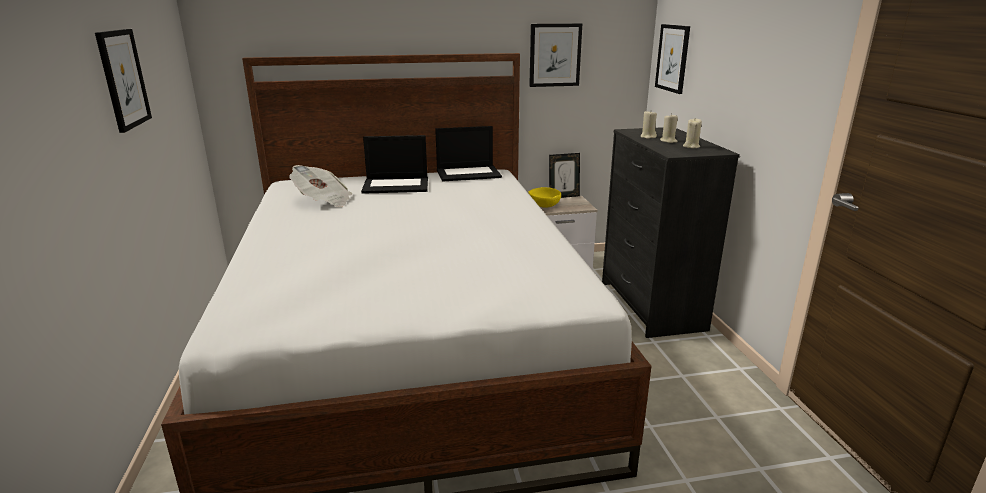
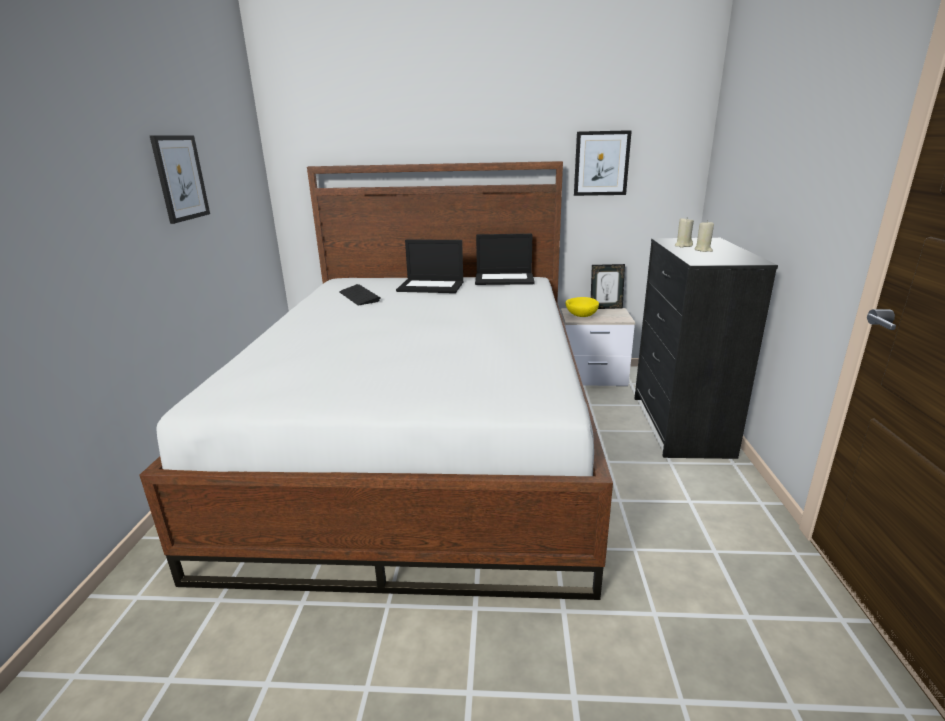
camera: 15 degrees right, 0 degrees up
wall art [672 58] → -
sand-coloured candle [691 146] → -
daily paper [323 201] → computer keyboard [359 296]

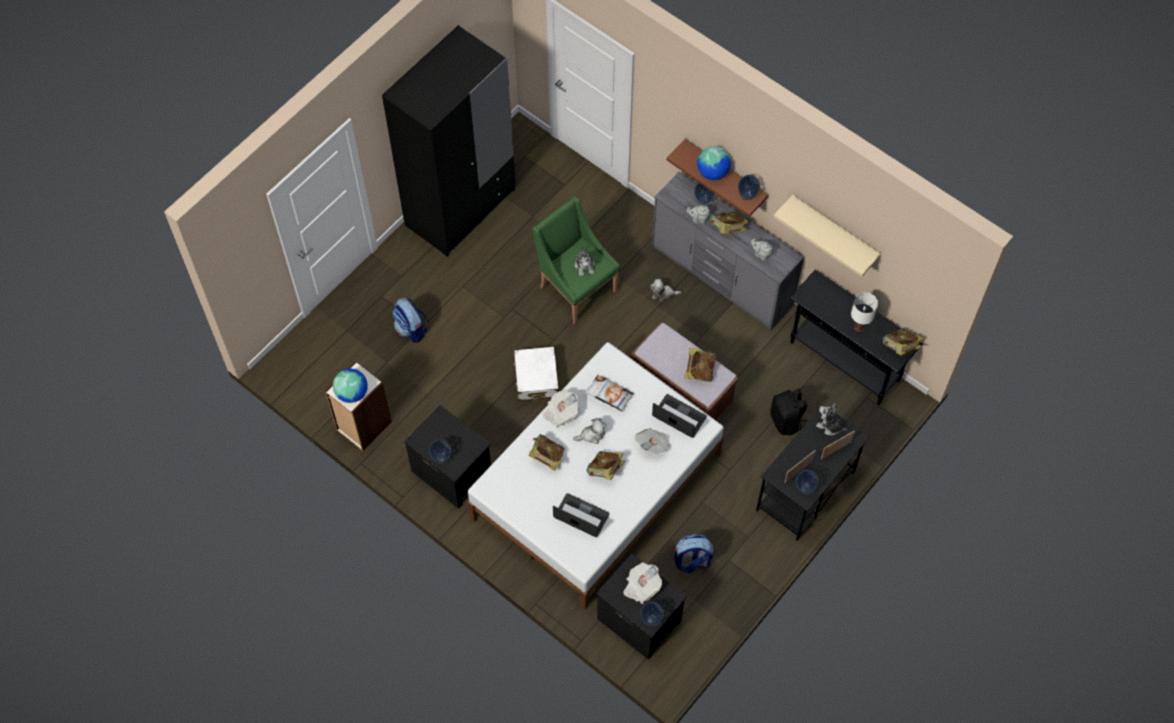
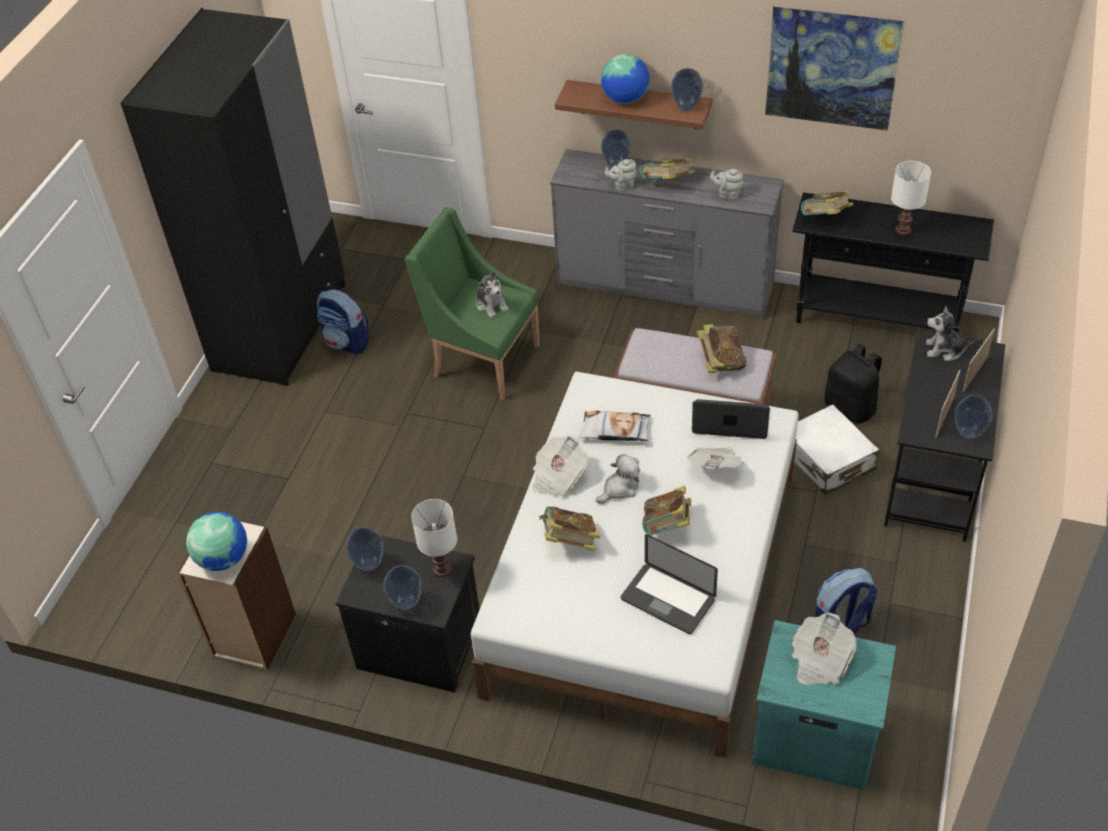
camera: 20 degrees left, 15 degrees down
plush toy [663 294] → -
- → white tabletop lamp [441 568]
backpack [411 329] → backpack [347 342], shifted
white piece of luggage [536 379] → white piece of luggage [828 460], shifted
decorative vase [651 620] → decorative vase [369 565], shifted
bound book [900 348] → bound book [825 218], shifted
sand-coloured bracket shelf [834 231] → wall art [828 96]
black-coloured bedside table [638 618] → blue-green bedside table [813 736]
laptop [581 516] → laptop [667 599], 150 degrees counterclockwise

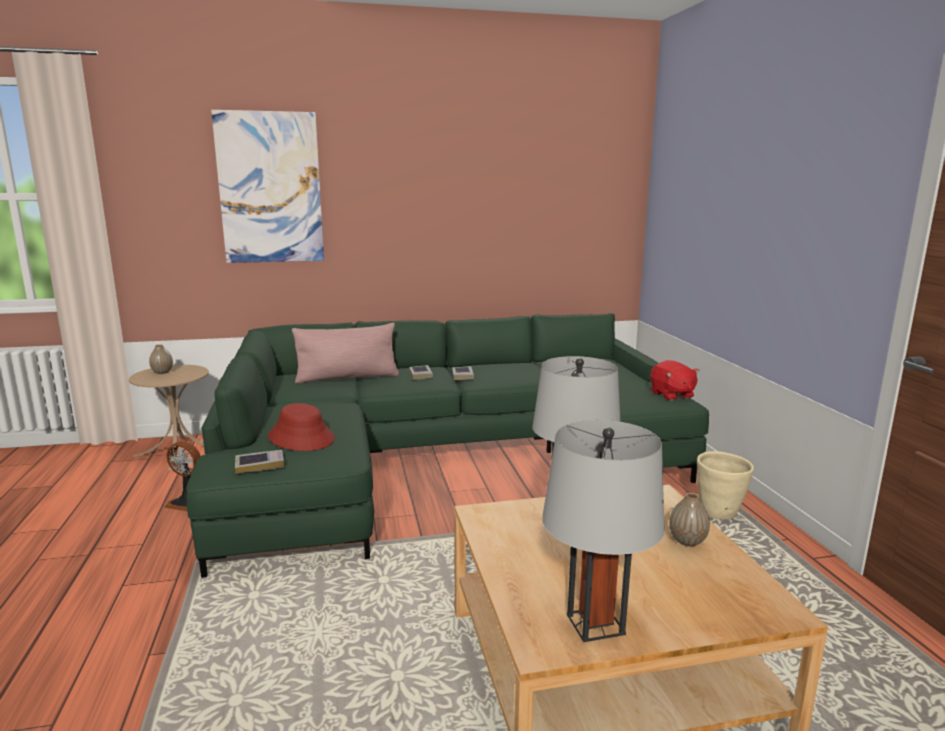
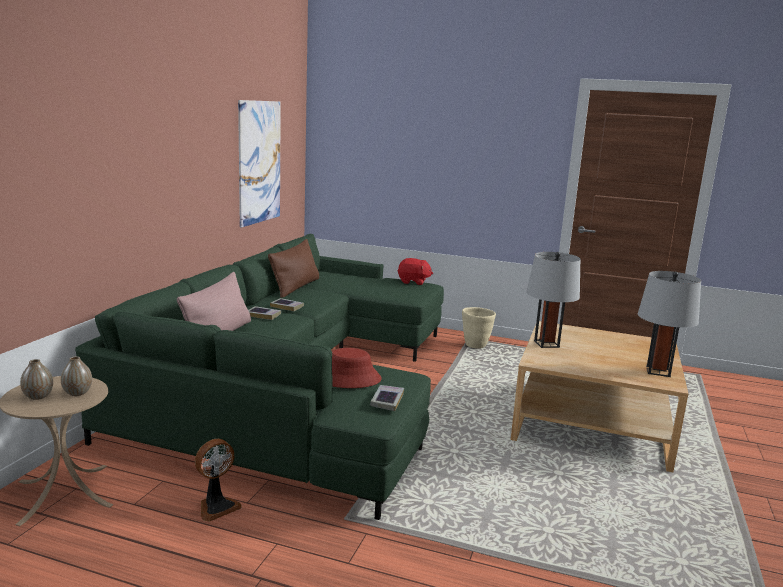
camera: 60 degrees left, 0 degrees up
- → brown pillow [296 287]
wall art [270 188] → wall art [259 162], shifted
decorative vase [687 541] → decorative vase [77 393], shifted

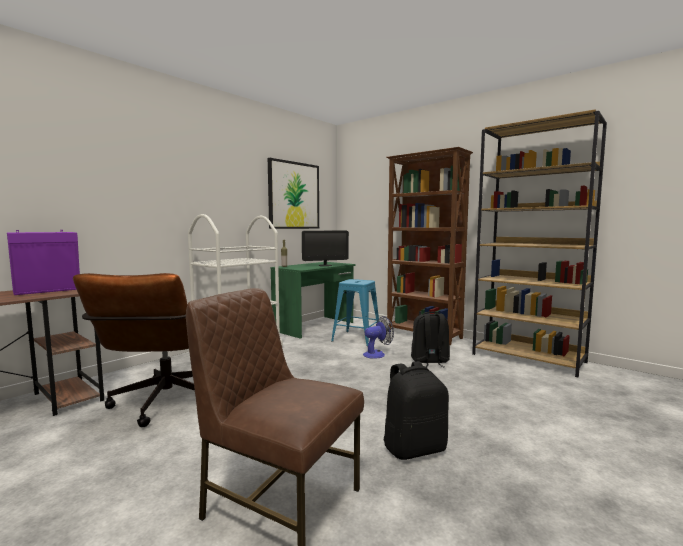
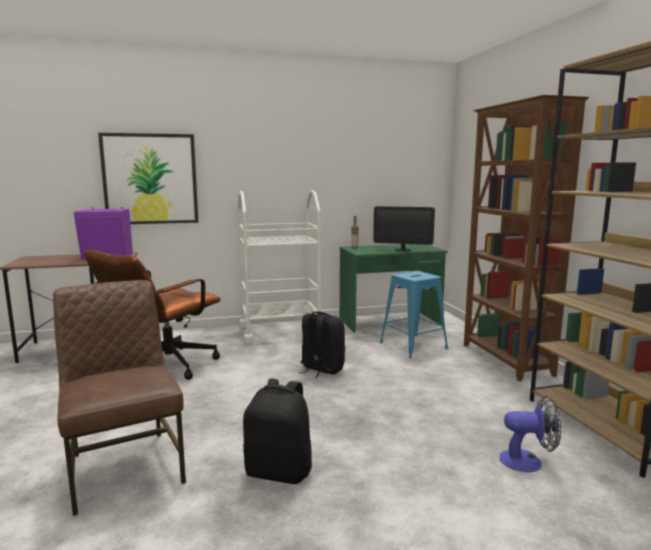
camera: 35 degrees right, 5 degrees up
wall art [294 195] → wall art [150 179], shifted
electric fan [377 354] → electric fan [528 461], shifted
black-coloured backpack [429 361] → black-coloured backpack [321 369], shifted

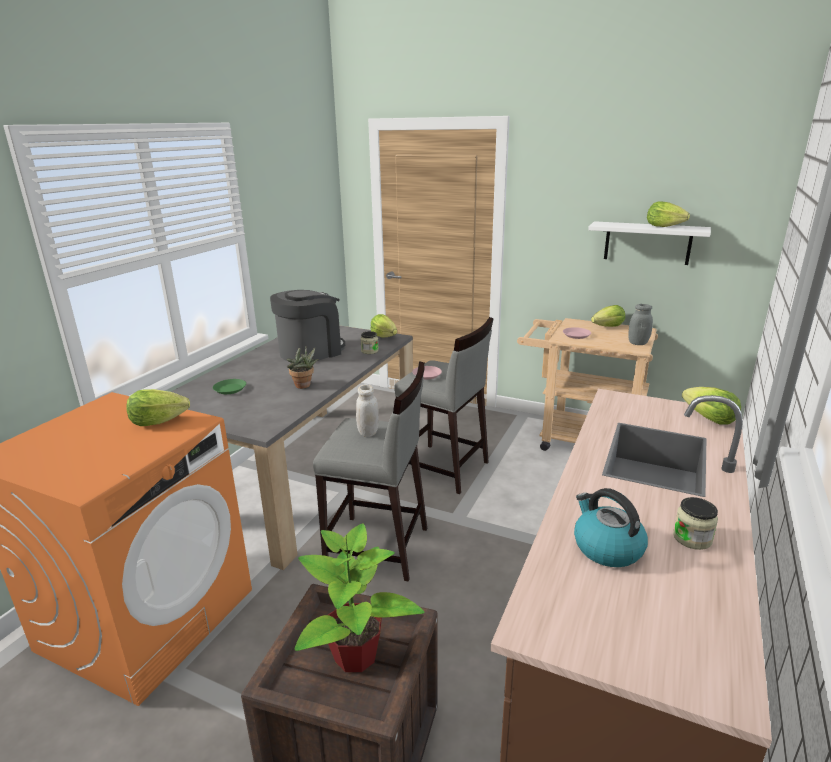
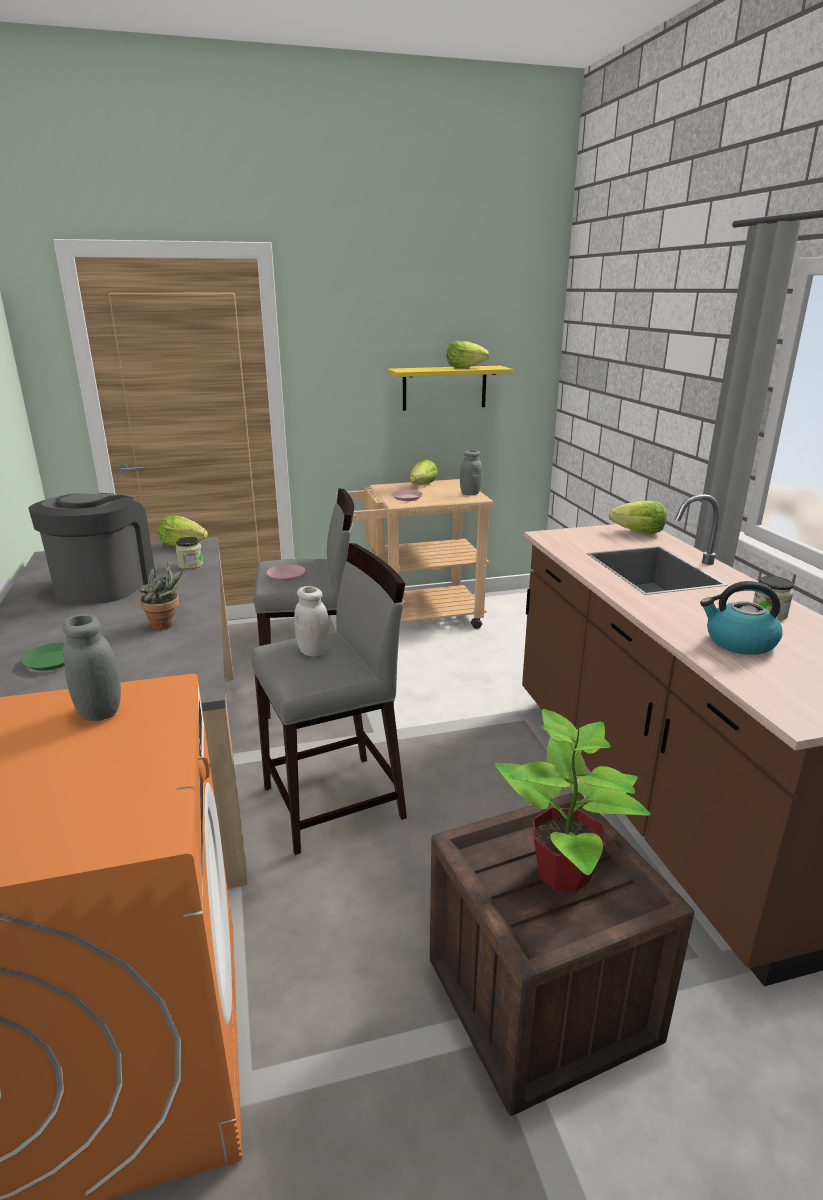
camera: 40 degrees left, 0 degrees up
lettuce head [158 422] → gray preserve jar [100 711]
white bracket shelf [647 243] → yellow bracket shelf [444 388]

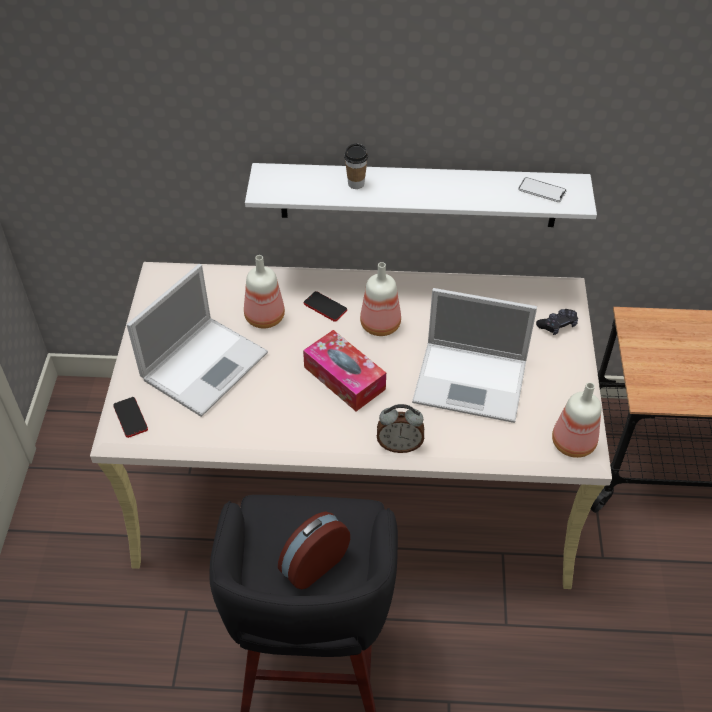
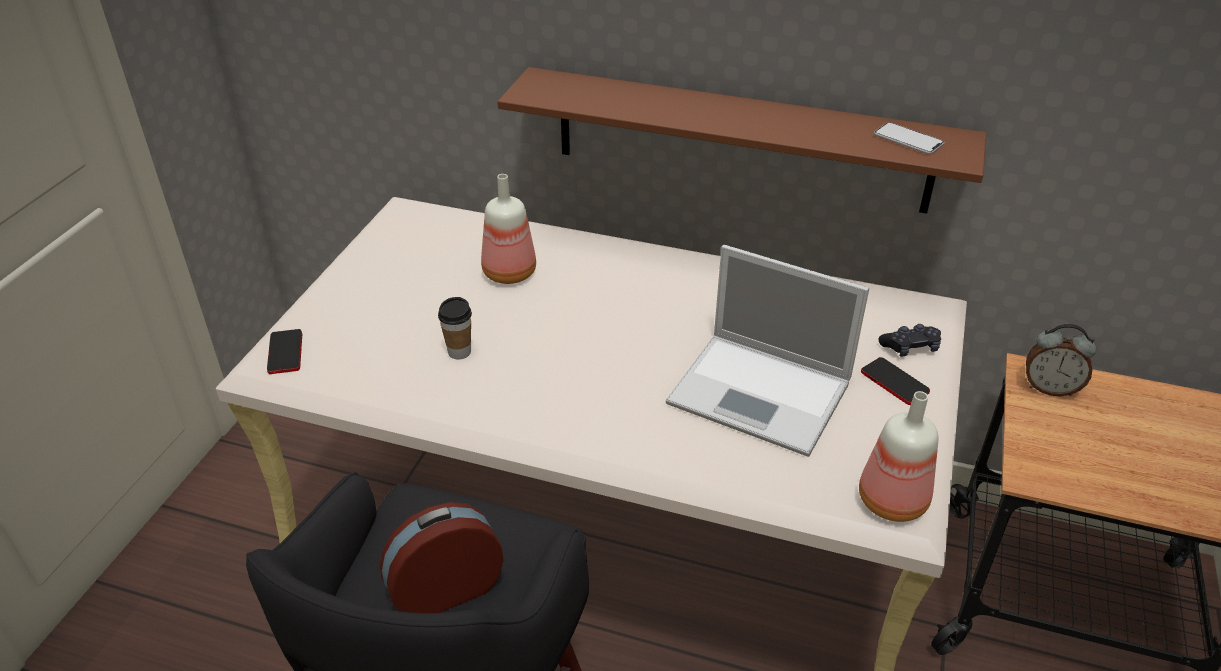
camera: 15 degrees right, 10 degrees down
laptop [206 364] → -
tissue box [344 378] → -
drink bottle [381 324] → -
telephone [325 307] → telephone [894 382], shifted
drinking cup [356 184] → drinking cup [459 352], shifted
bedside clock [399 445] → bedside clock [1049 388], shifted
white bracket shelf [418 195] → brown bracket shelf [740 140]

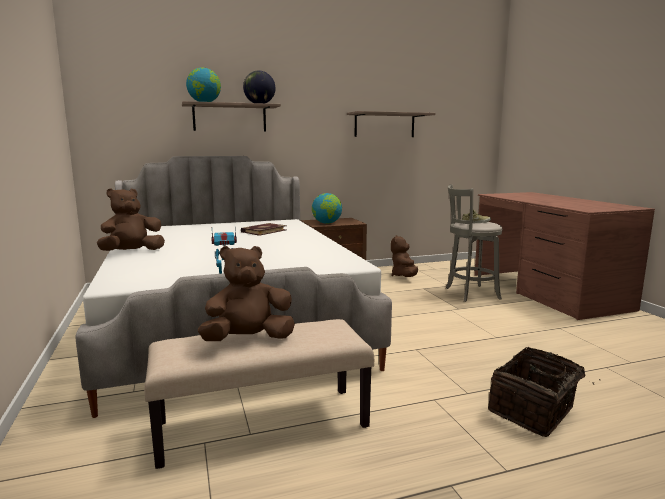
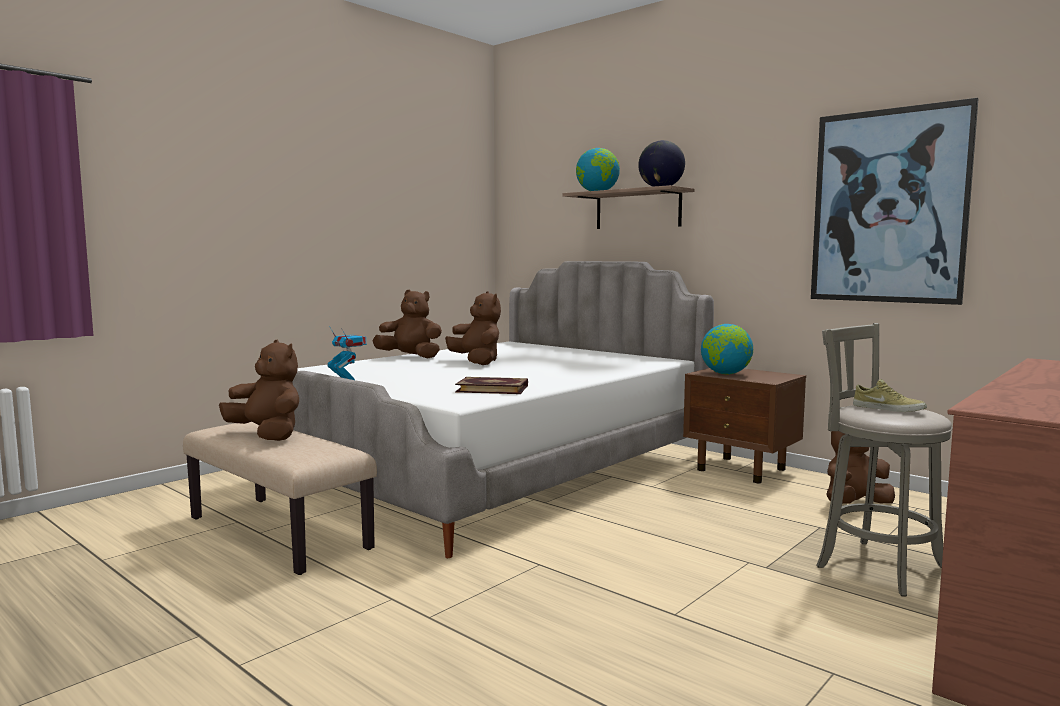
camera: 60 degrees right, 5 degrees down
basket [534 411] → -
- → brown plush toy [477 362]
bound book [263 231] → bound book [492 388], shifted
bracket shelf [384 125] → wall art [888 206]

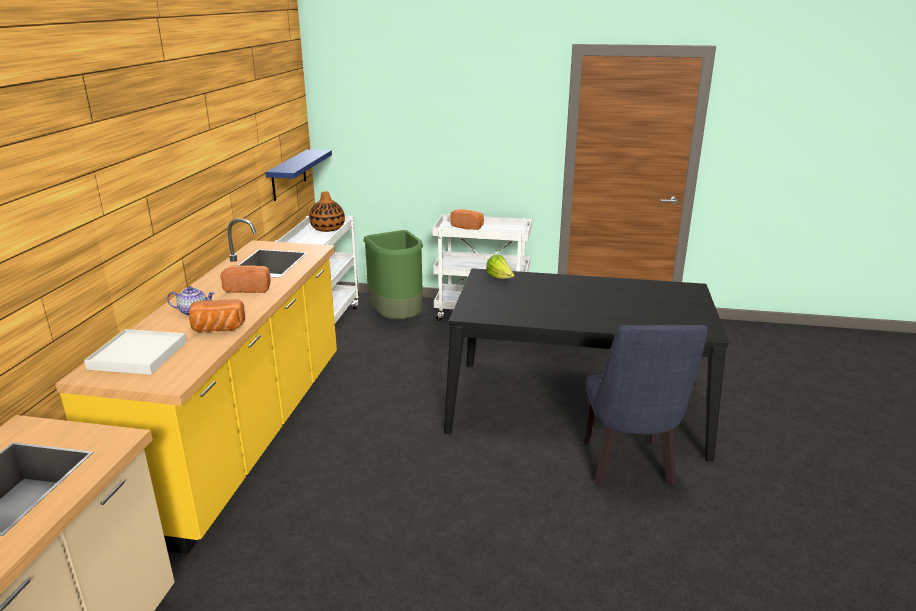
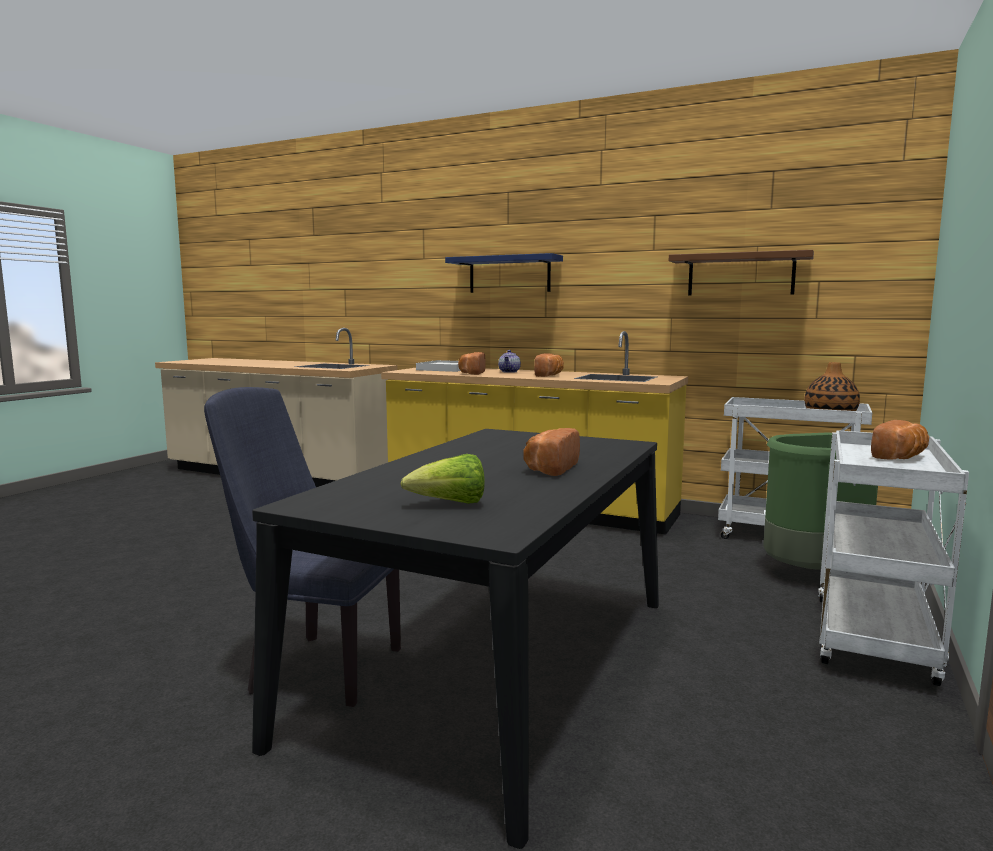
camera: 105 degrees right, 15 degrees down
- → baked bread [549 468]
- → brown bracket shelf [740 275]
blue-coloured bracket shelf [288 175] → blue-coloured bracket shelf [509 274], shifted
lettuce head [500 278] → lettuce head [450 504], shifted

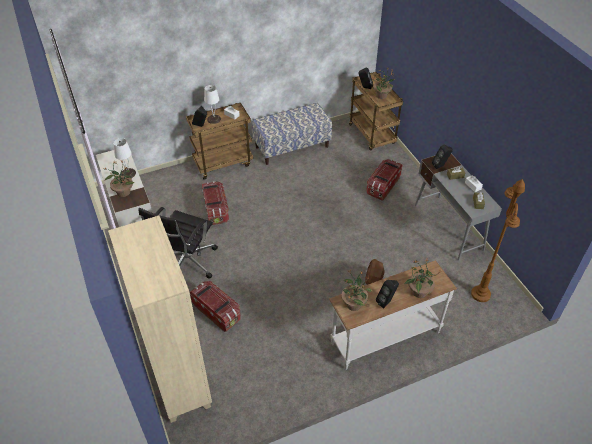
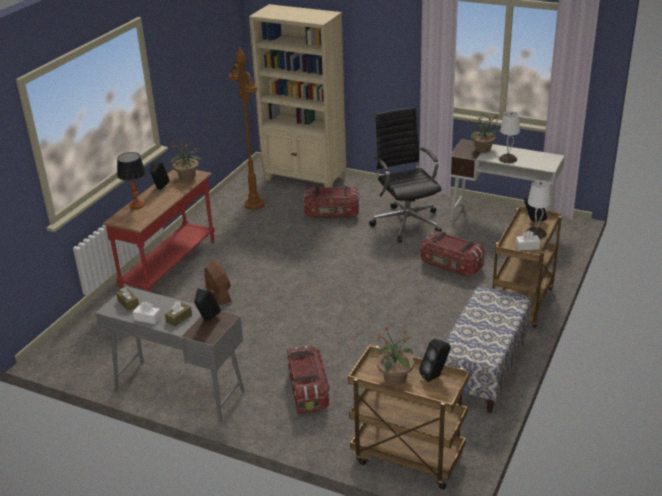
camera: 140 degrees right, 15 degrees down
brown floor lamp [480 294] → brown floor lamp [254 204], shifted
potted plant [418 292] → tabletop lamp [137 205]
white console table [385 337] → red-coloured console table [170 267]

